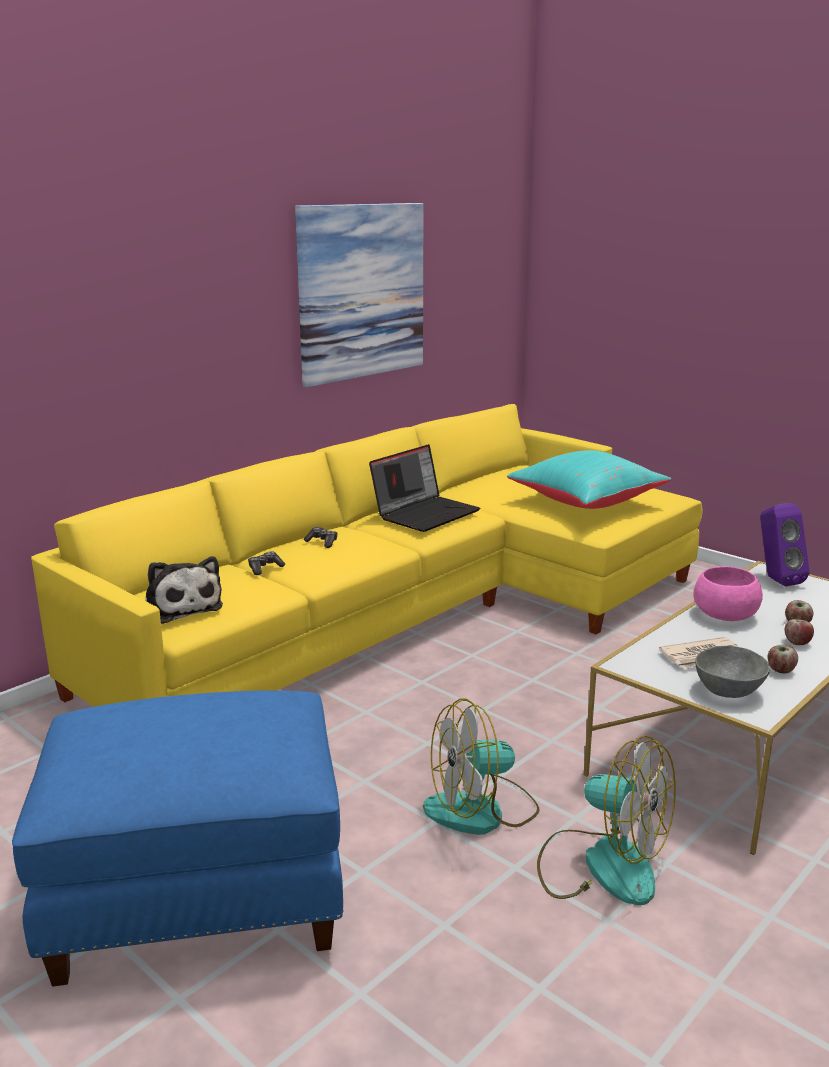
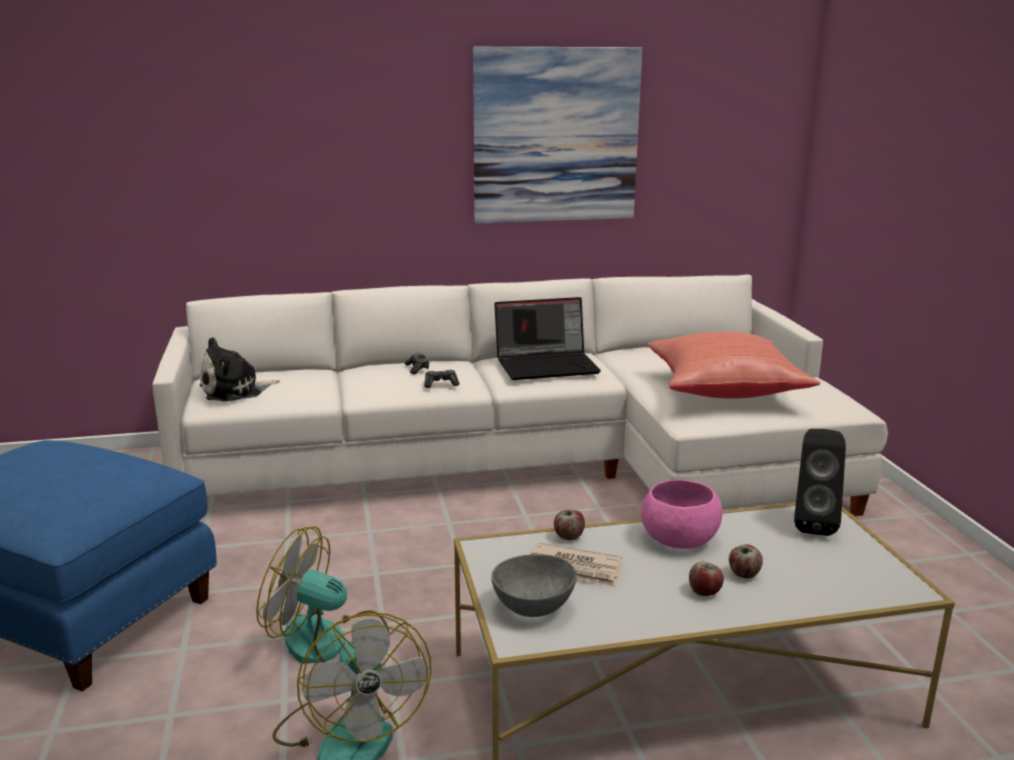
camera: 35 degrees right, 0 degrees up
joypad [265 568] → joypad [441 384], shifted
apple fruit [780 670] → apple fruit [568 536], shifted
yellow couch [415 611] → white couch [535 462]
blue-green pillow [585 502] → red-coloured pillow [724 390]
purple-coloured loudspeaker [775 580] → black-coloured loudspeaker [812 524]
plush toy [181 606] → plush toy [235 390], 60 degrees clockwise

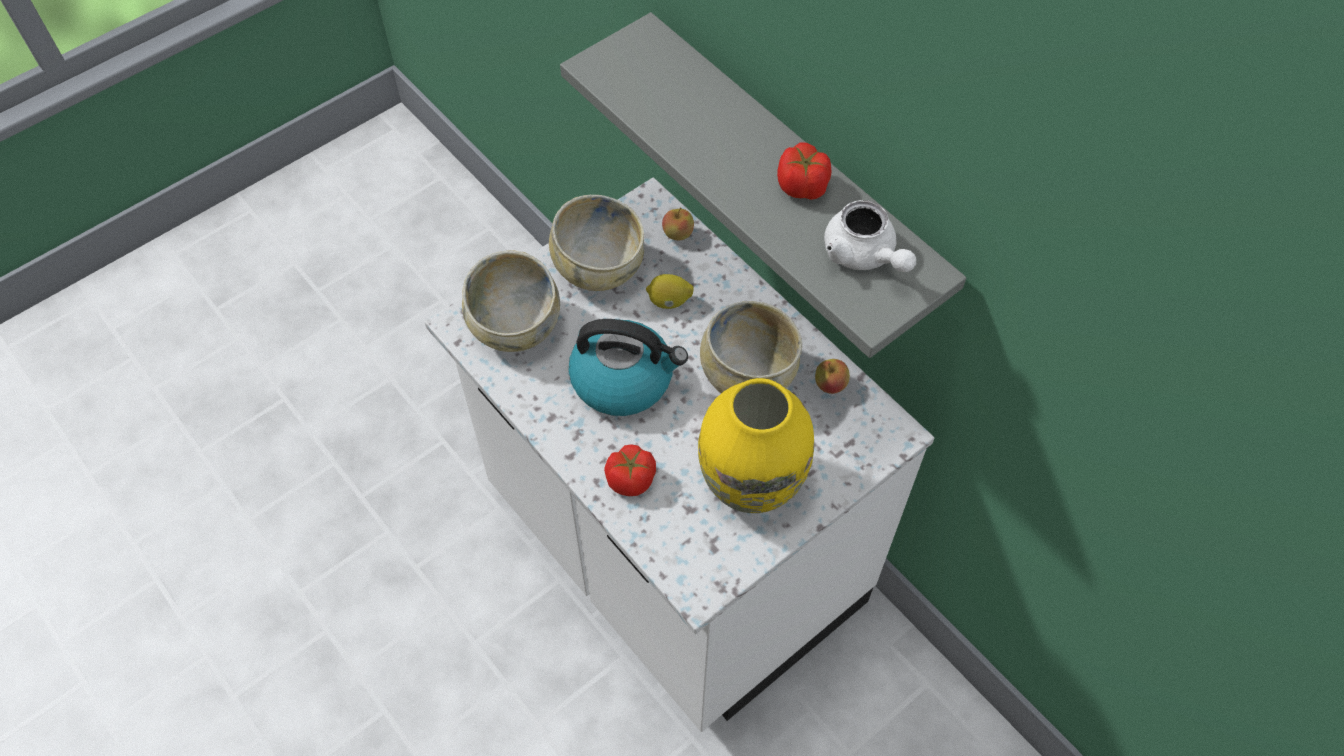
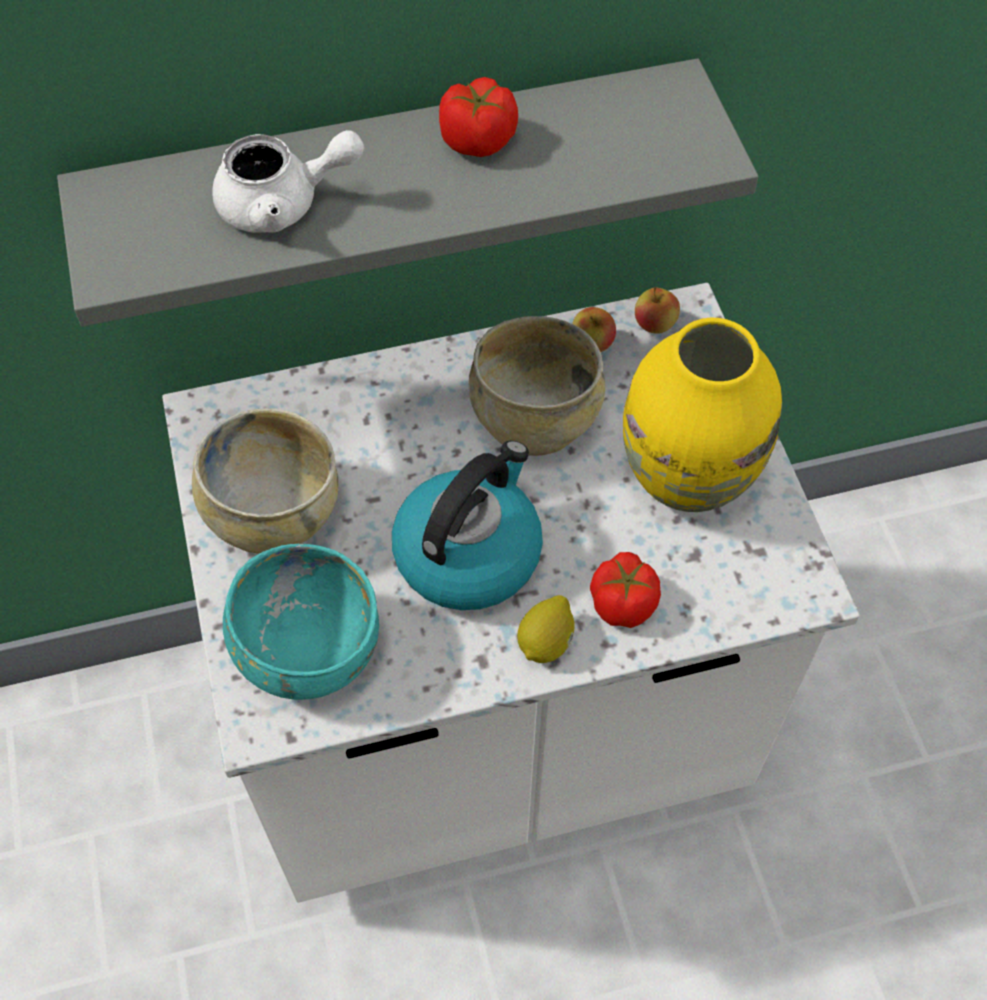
camera: 65 degrees left, 0 degrees up
whole lemon [669 301] → whole lemon [546 642], shifted
apple fruit [677 234] → apple fruit [654 324], shifted
white pot for tea [864 255] → white pot for tea [283 204], shifted
sand-coloured deep dish [515 326] → blue-green deep dish [307 651]

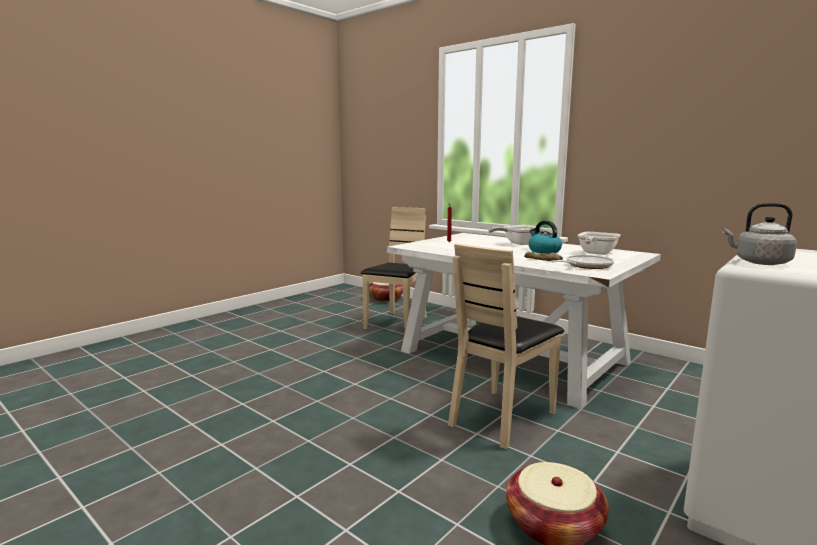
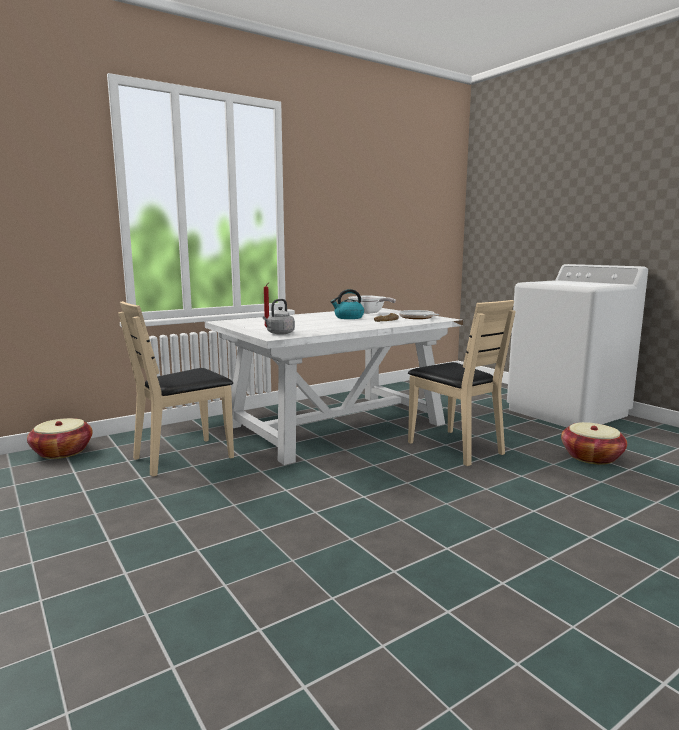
camera: 75 degrees left, 0 degrees up
skillet [518 244] → -
gray tea kettle [759 262] → gray tea kettle [279 333], shifted
sand-coloured plain chair [397 323] → sand-coloured plain chair [184 457], 75 degrees counterclockwise

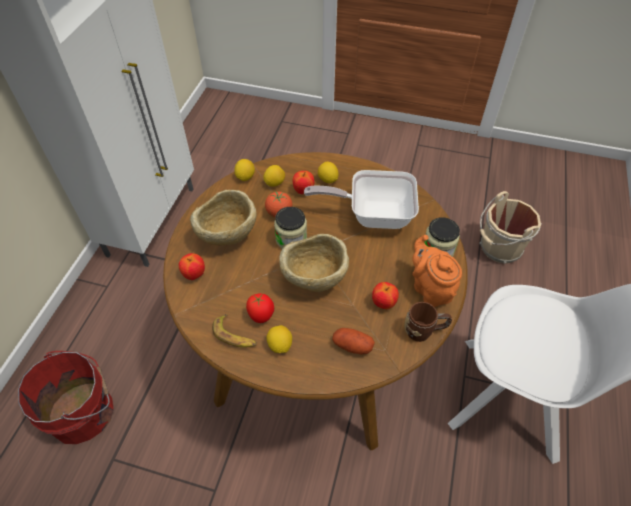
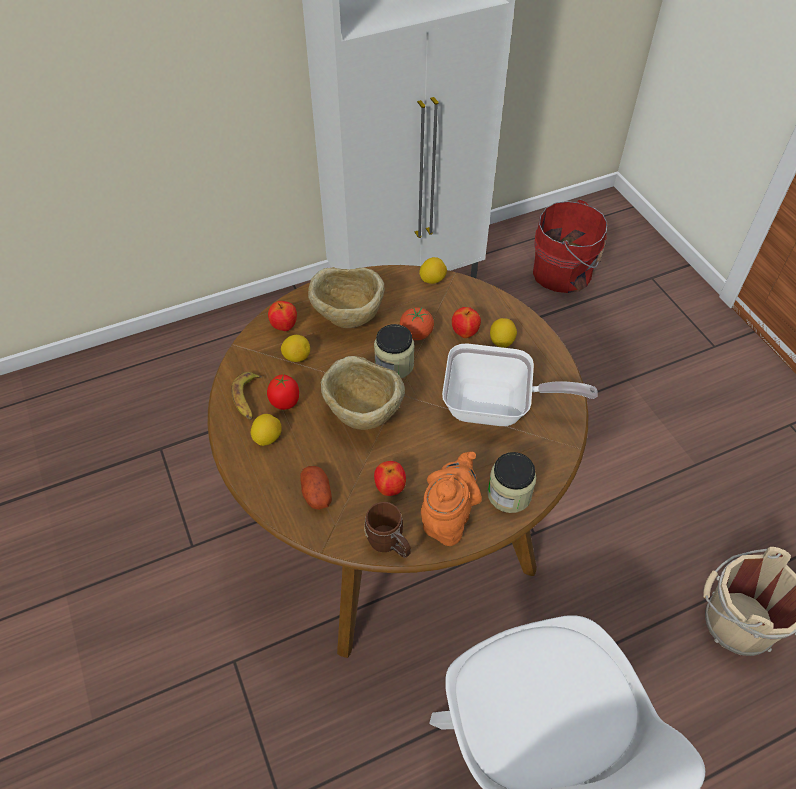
camera: 50 degrees right, 0 degrees up
red-coloured water bucket [85 411] → red-coloured water bucket [565 273], shifted
whole lemon [274 183] → whole lemon [297 357], shifted
skillet [372 214] → skillet [496 408], 135 degrees clockwise

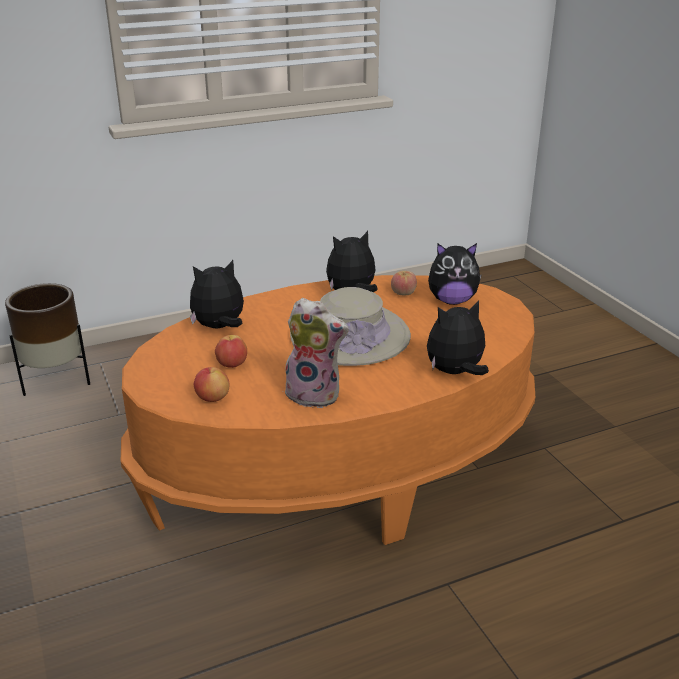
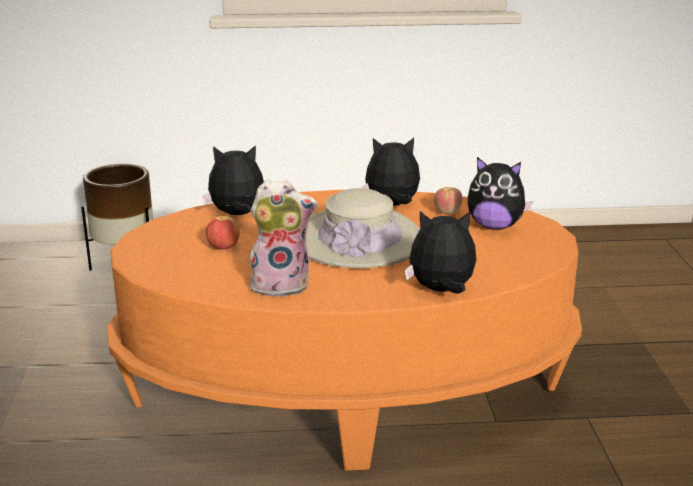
camera: 20 degrees right, 5 degrees down
apple fruit [212 398] → -
plush toy [315 394] → plush toy [282 285], 45 degrees counterclockwise

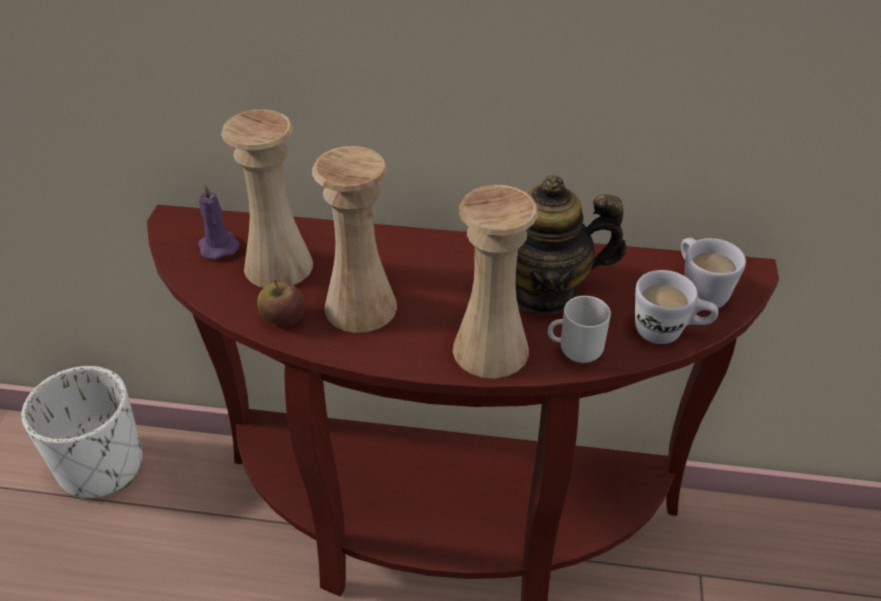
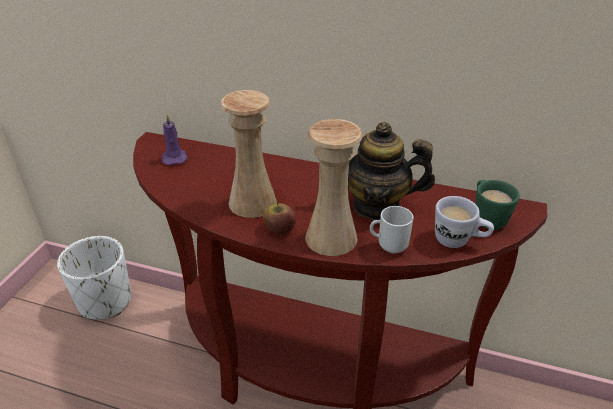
camera: 10 degrees right, 5 degrees down
sand-coloured decorative vase [278 266] → -
apple fruit [283 318] → apple fruit [279 229], shifted
white coffee mug [699 290] → green coffee mug [486 217]

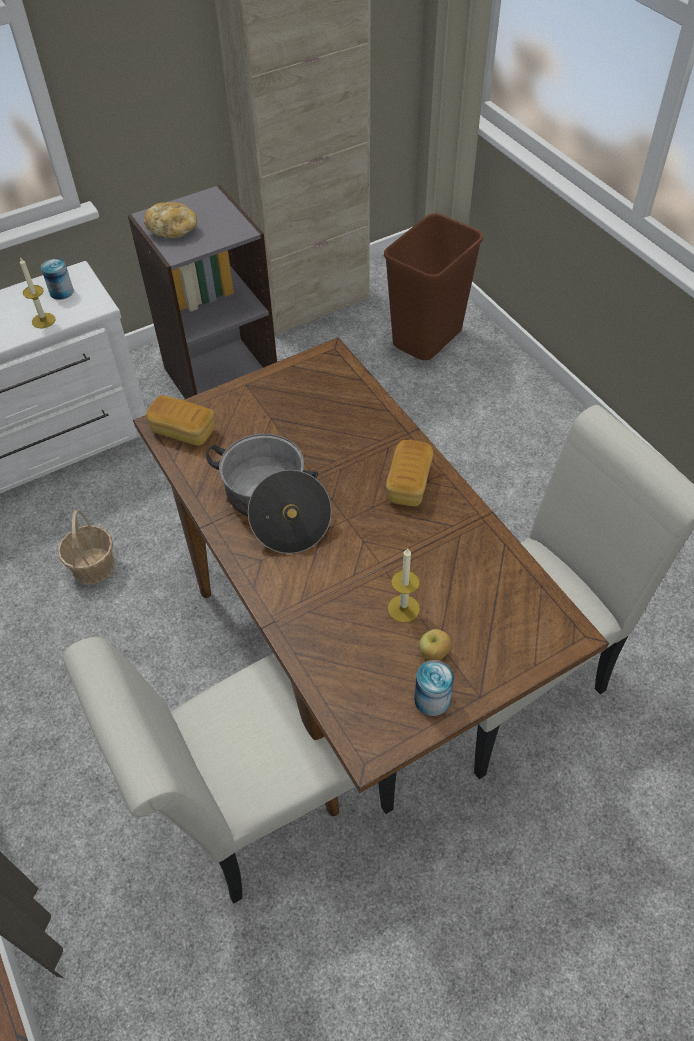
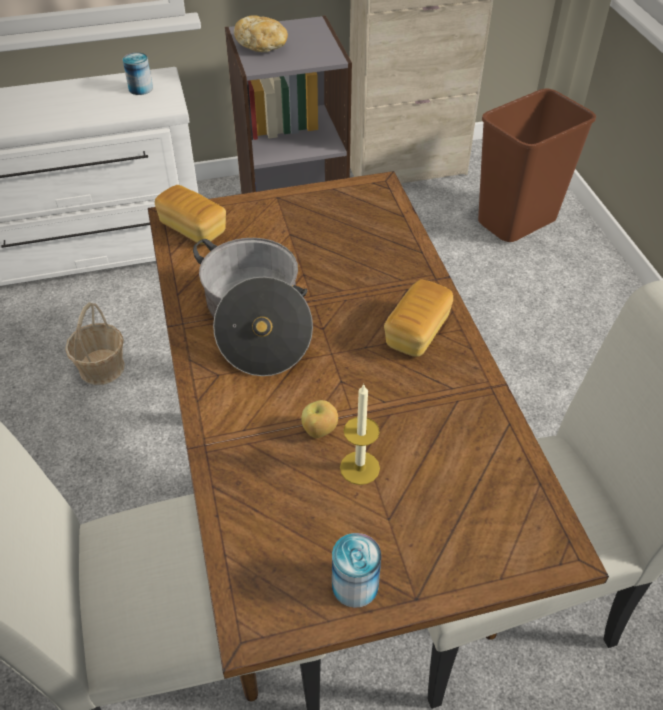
camera: 15 degrees right, 5 degrees down
candle [43 320] → -
apple fruit [434 654] → apple fruit [319 431], shifted

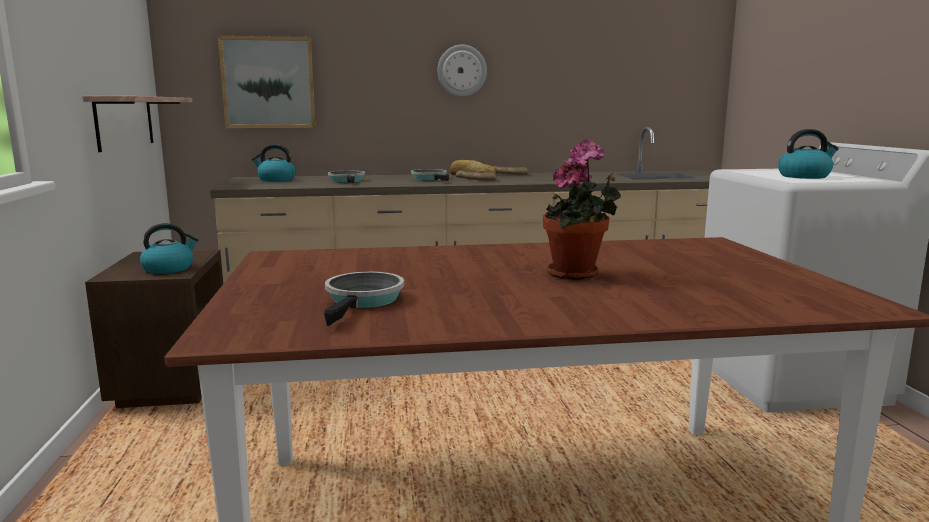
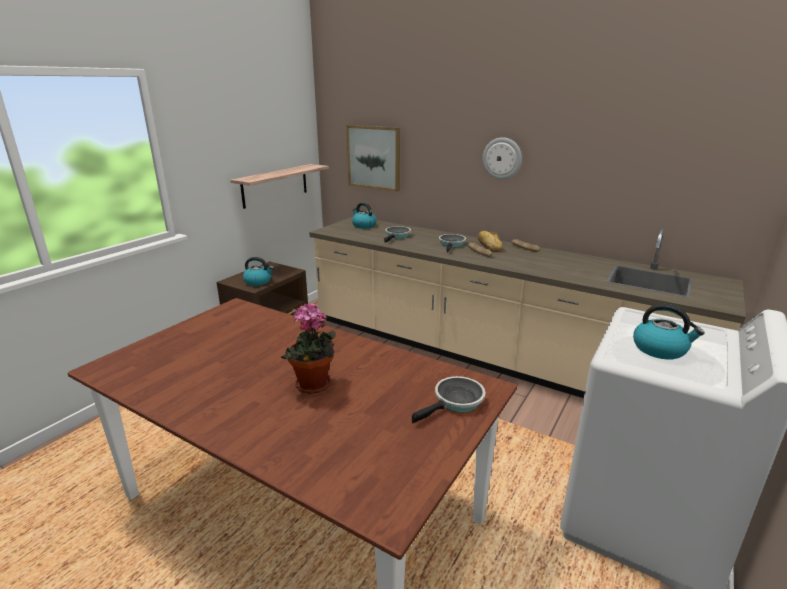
camera: 40 degrees right, 10 degrees up
skillet [363 301] → skillet [456 402], shifted

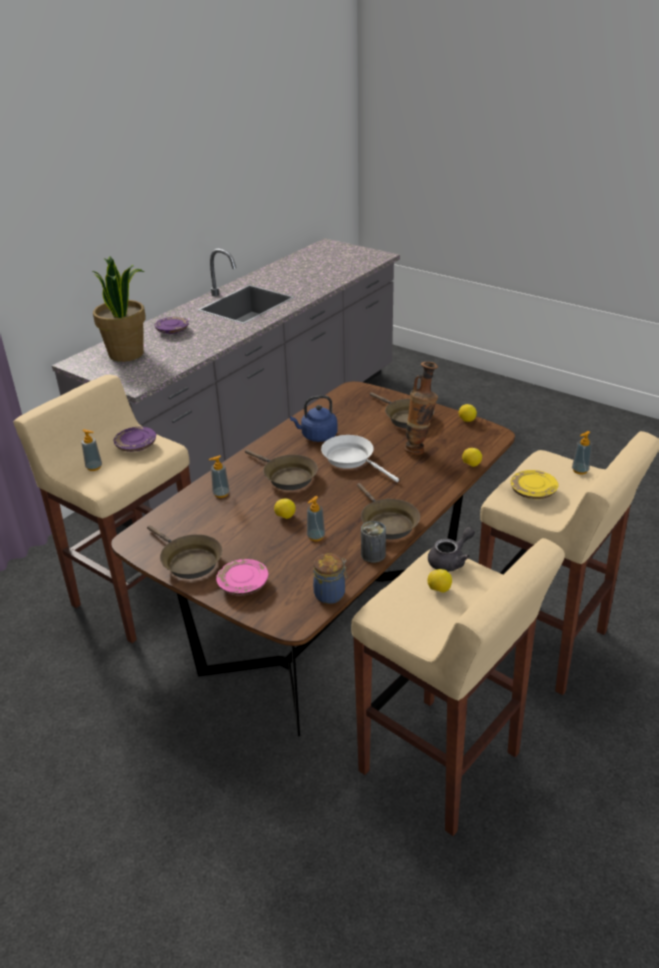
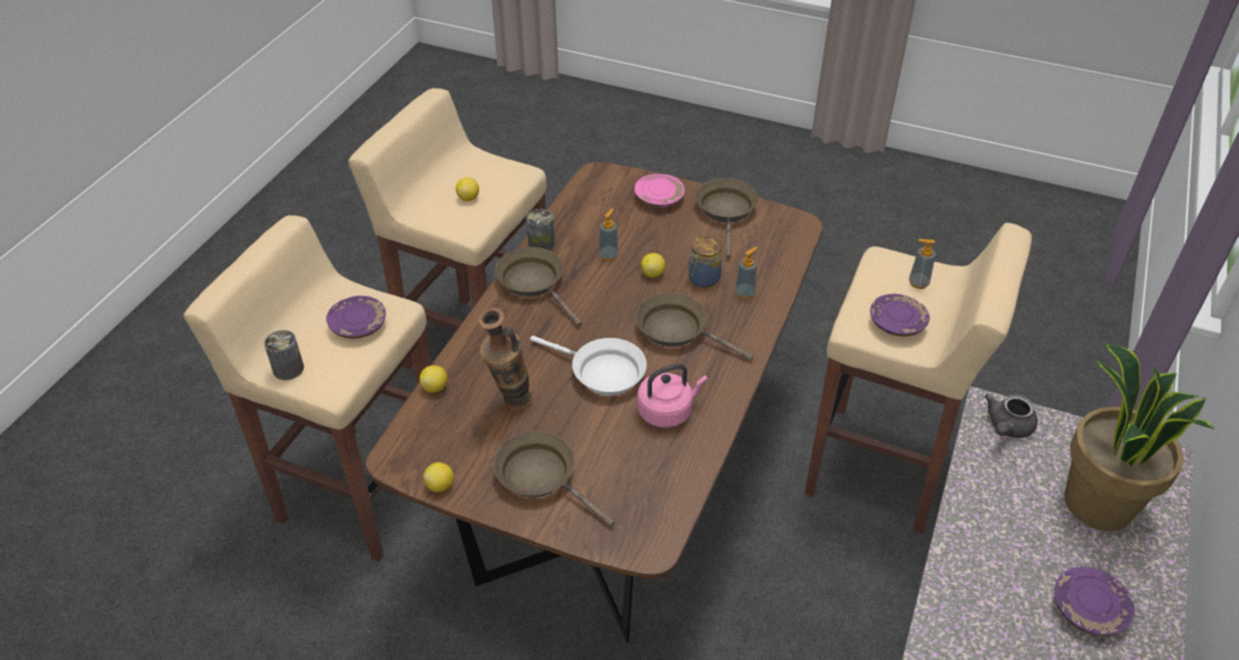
camera: 165 degrees right, 10 degrees up
preserve jar [331 594] → preserve jar [703 279], shifted
gray pot for tea [450 560] → gray pot for tea [1007 427], shifted
soap bottle [580 470] → sealed can [288 369]
blue-coloured tea kettle [317 436] → pink tea kettle [667 411]
yellow dinner plate [533 492] → purple-coloured dinner plate [358 325]
brown skillet [188 561] → brown skillet [726 212], 60 degrees clockwise

